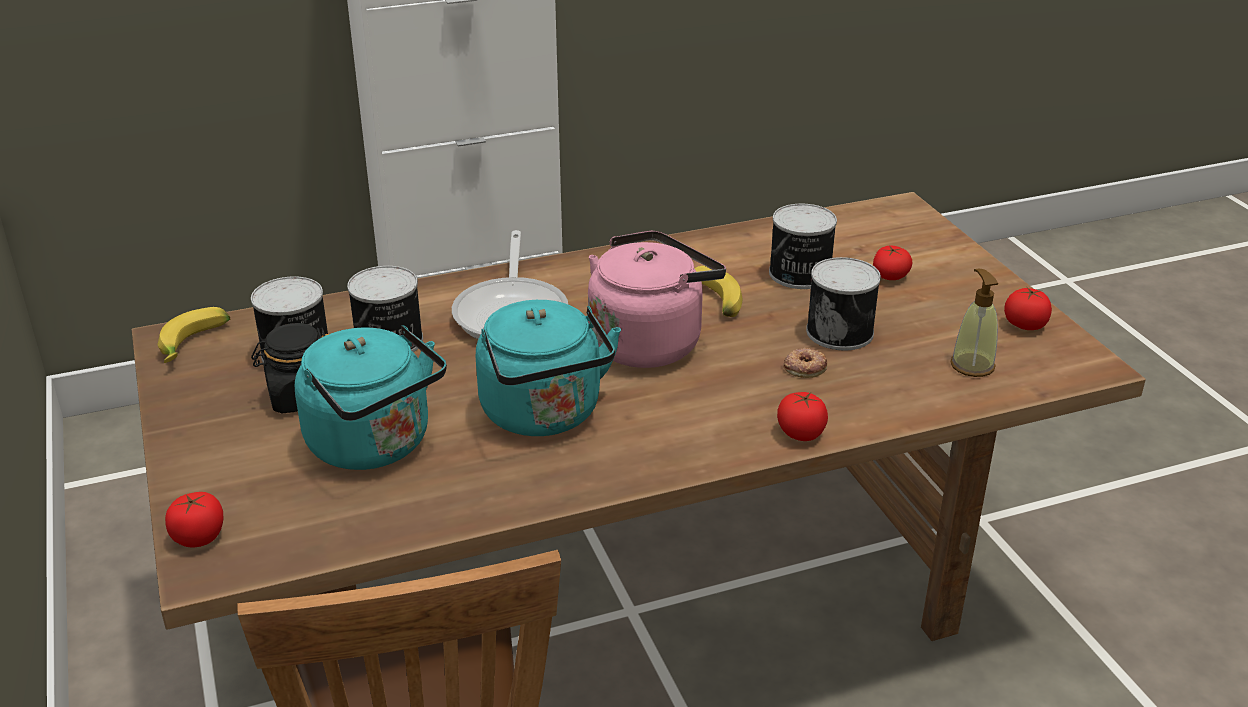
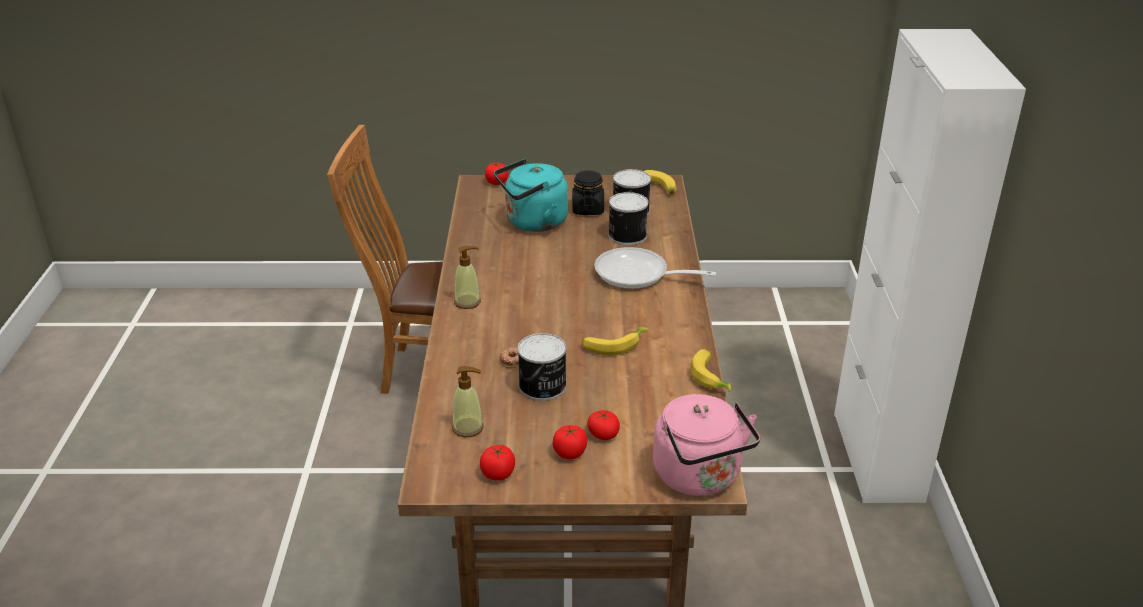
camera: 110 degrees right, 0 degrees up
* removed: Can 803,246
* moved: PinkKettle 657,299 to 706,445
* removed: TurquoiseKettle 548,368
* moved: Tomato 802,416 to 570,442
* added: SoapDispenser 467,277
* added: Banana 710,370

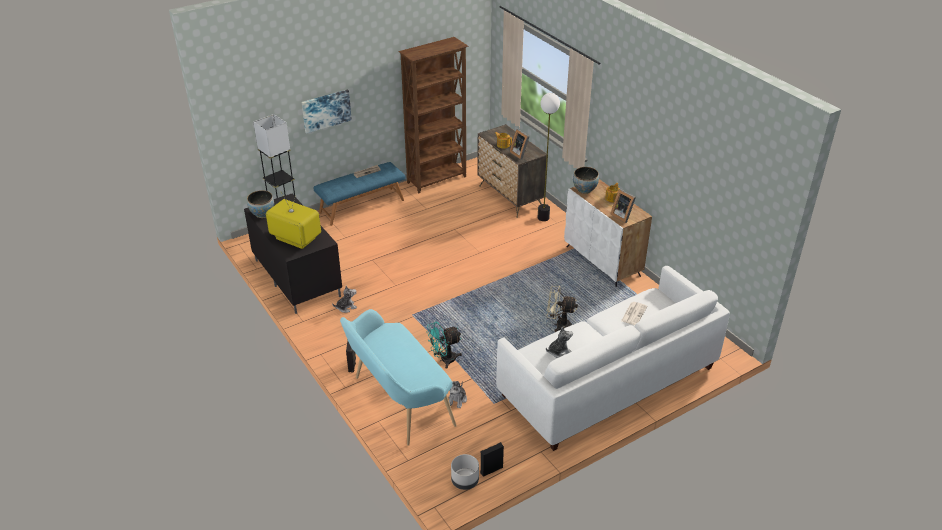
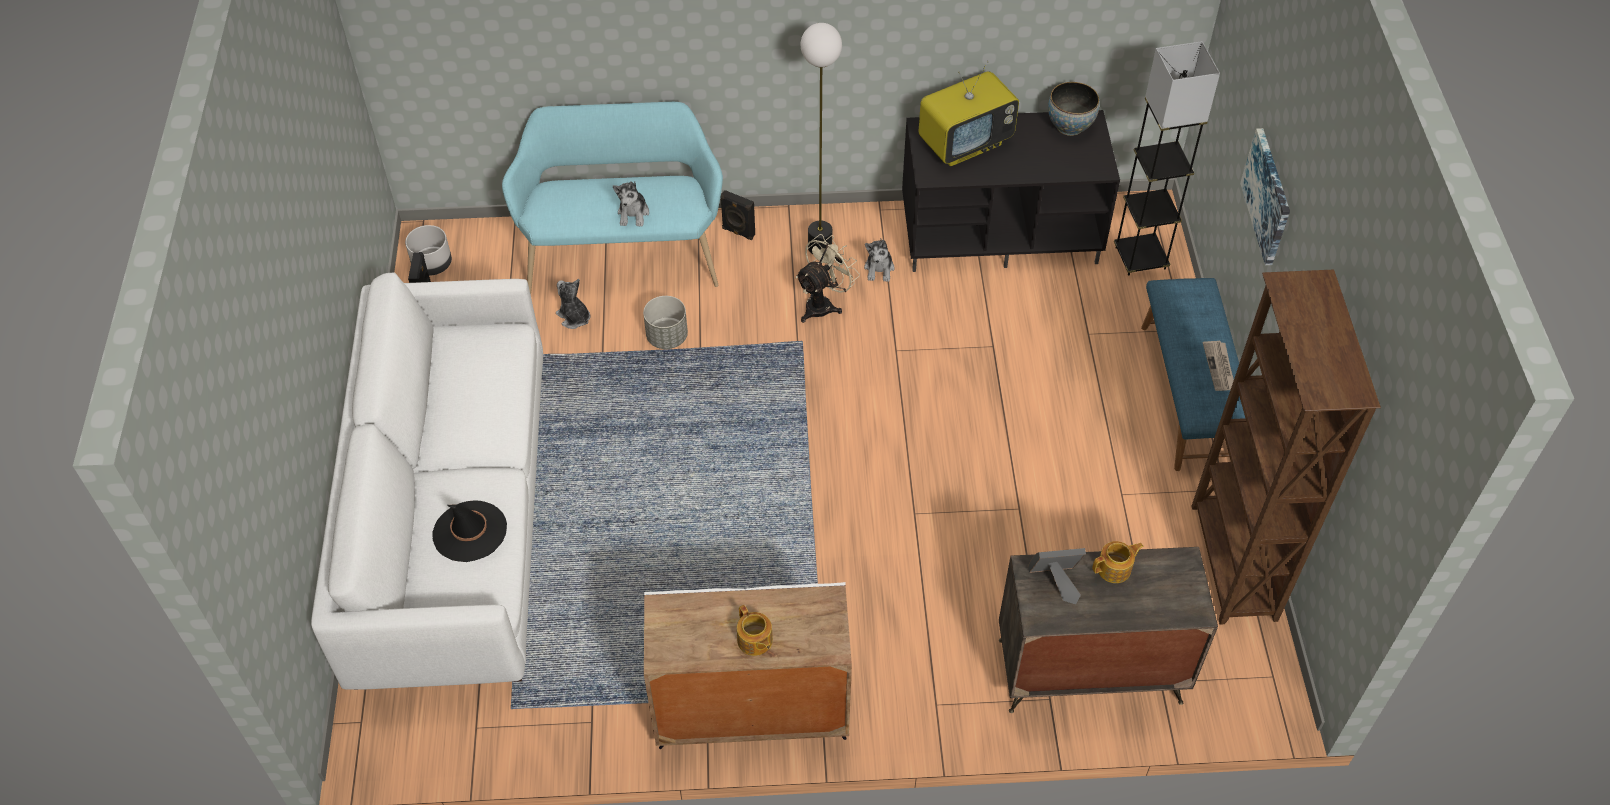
camera: 120 degrees right, 15 degrees up
* moved: FloorLamp 549,157 to 821,138
* removed: Bowl 586,180
* removed: PictureFrame 623,206
* moved: BeigeFan 562,309 to 827,278
* replaced: Newspaper 634,313 to BlackHat 469,531
* replaced: TurquoiseFan 444,345 to GreyPlanter 665,322
* moved: PlushToy 559,342 to 631,204

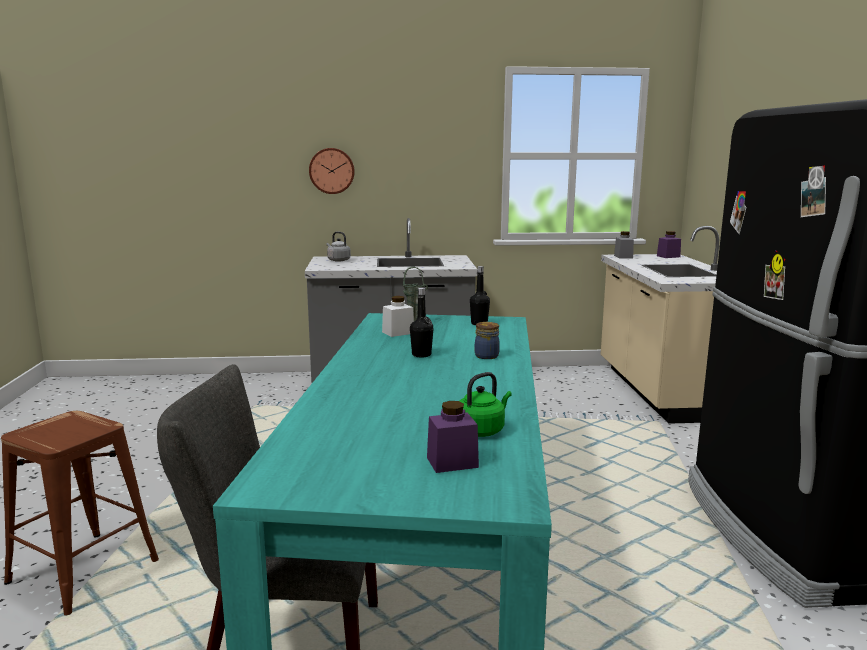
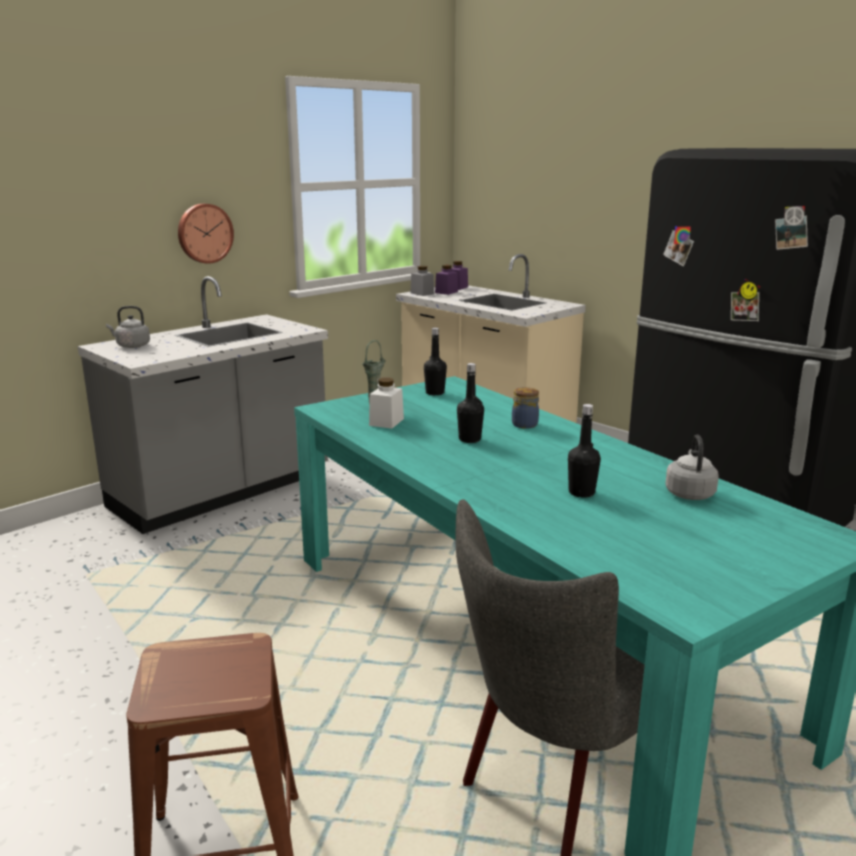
camera: 40 degrees left, 5 degrees up
* moved: WallClock 332,171 to 206,234
* recoloured: GreenKettle 485,404 to GreyKettle 692,467
* moved: PurpleJar 453,437 to 446,280
* added: BlackBottle 584,451

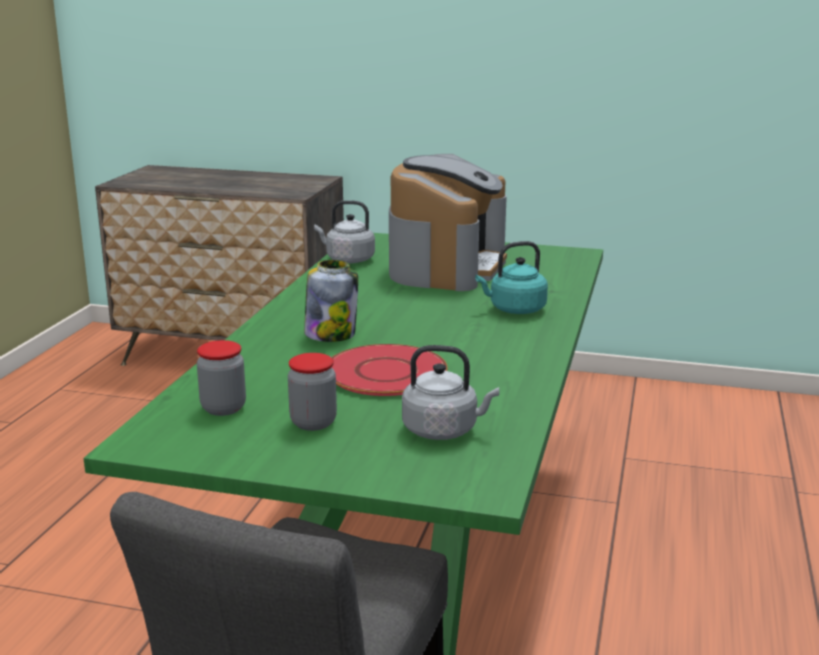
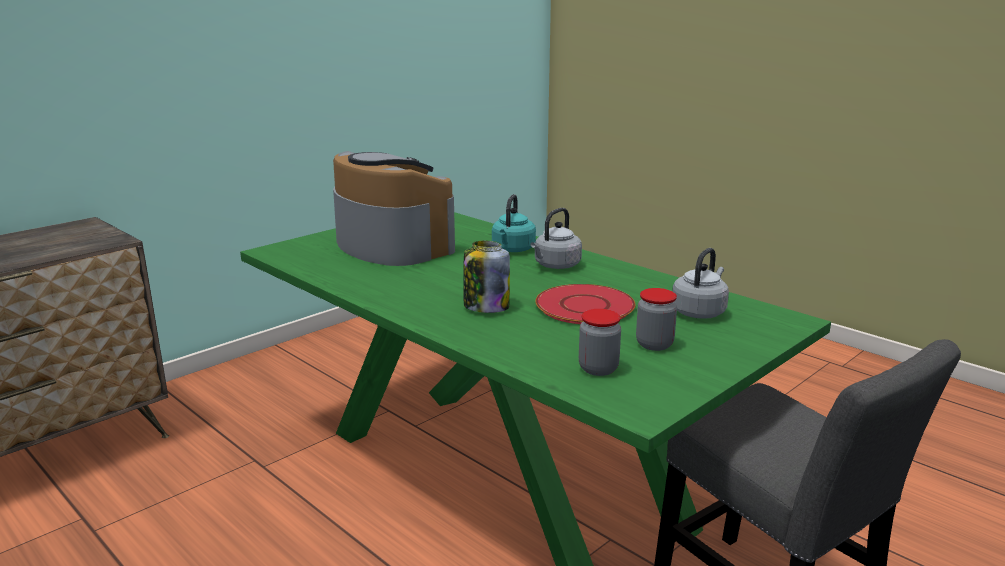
camera: 60 degrees left, 0 degrees up
* moved: GreyKettle 344,231 to 556,238

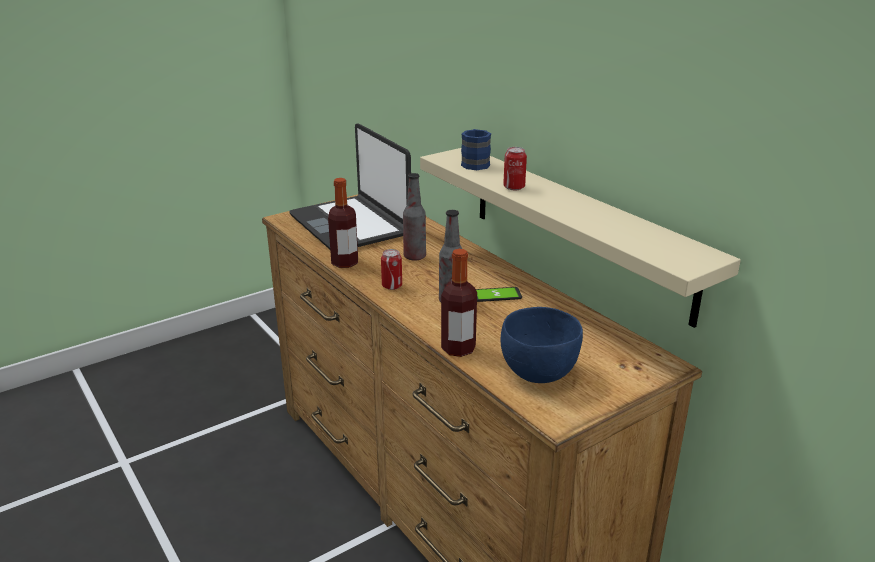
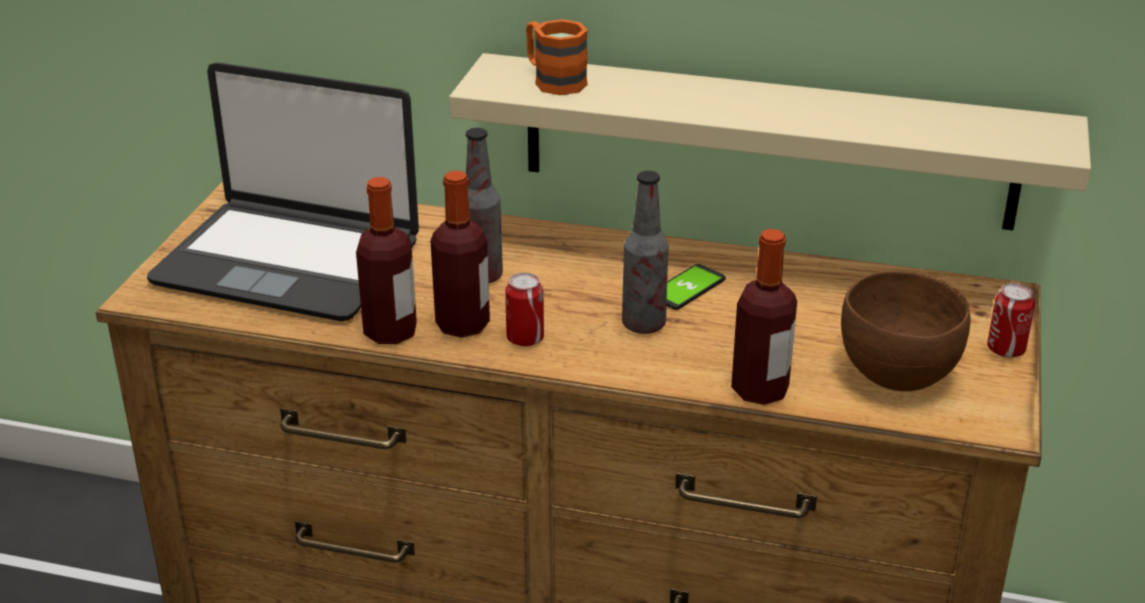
camera: 40 degrees left, 5 degrees up
* recoloured: BlueMug 476,149 to OrangeMug 557,57
* moved: Can 515,168 to 1011,320
* recoloured: BlueBowl 541,345 to BrownBowl 905,331
* added: Bottle 460,254

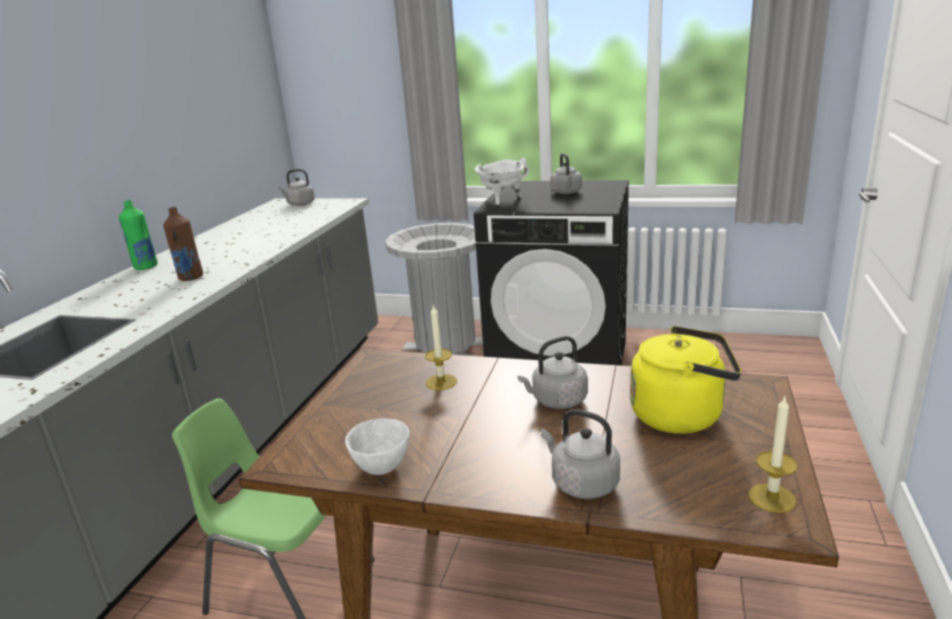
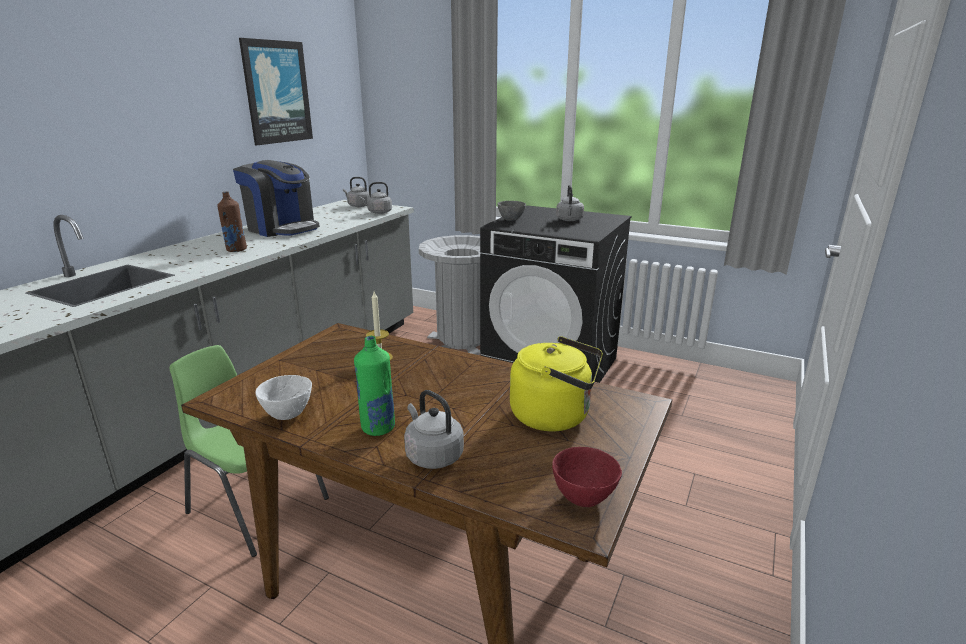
camera: 10 degrees right, 0 degrees up
* replaced: WhiteCookingPot 501,181 to GreyBowl 512,211
* moved: GreenBottle 138,235 to 374,386
* moved: GreyKettle 553,372 to 376,198
* replaced: Candle 773,455 to RedBowl 587,477
* added: Picture 276,91
* added: CoffeeMachine 276,198

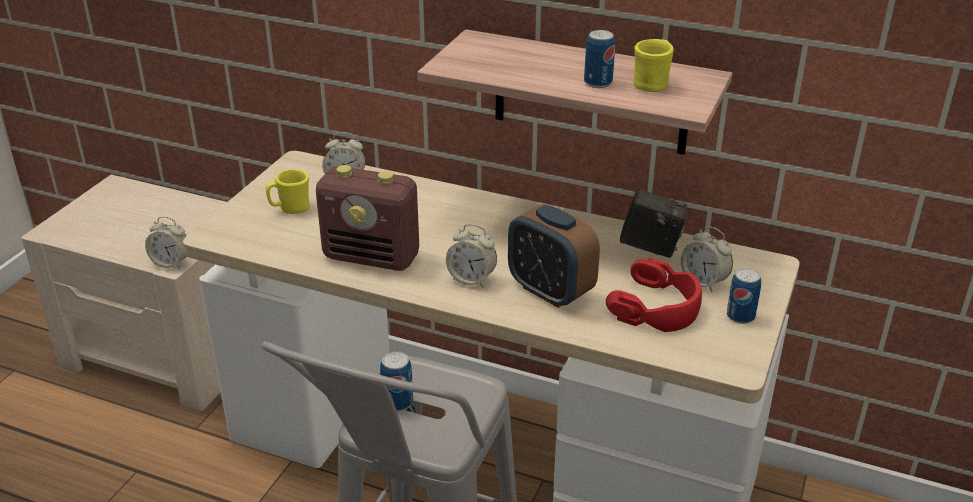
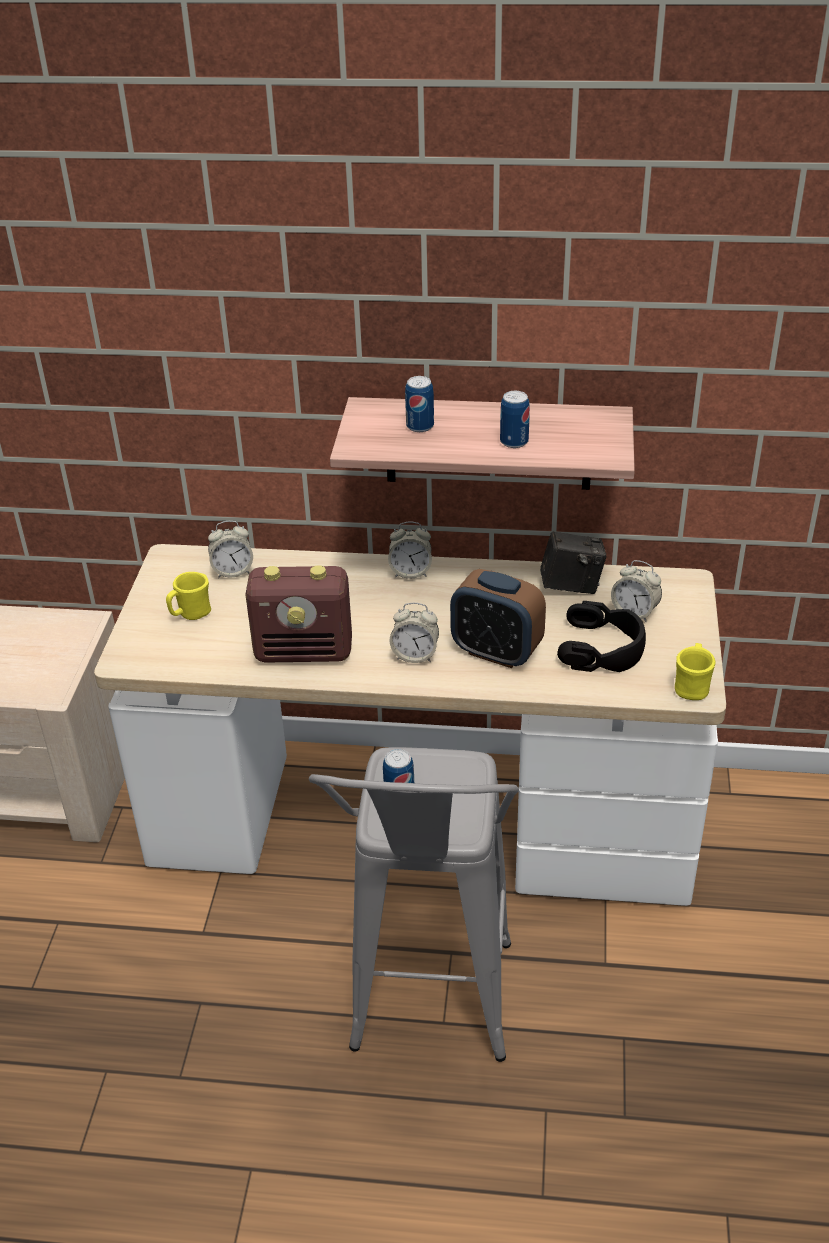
camera: 15 degrees left, 5 degrees up
* moved: YellowMug 653,65 to 695,671
* moved: AlarmClock 165,243 to 410,550
* recoloured: RedHeadphones 654,295 to BlackHeadphones 601,636
* moved: Can 744,296 to 419,404

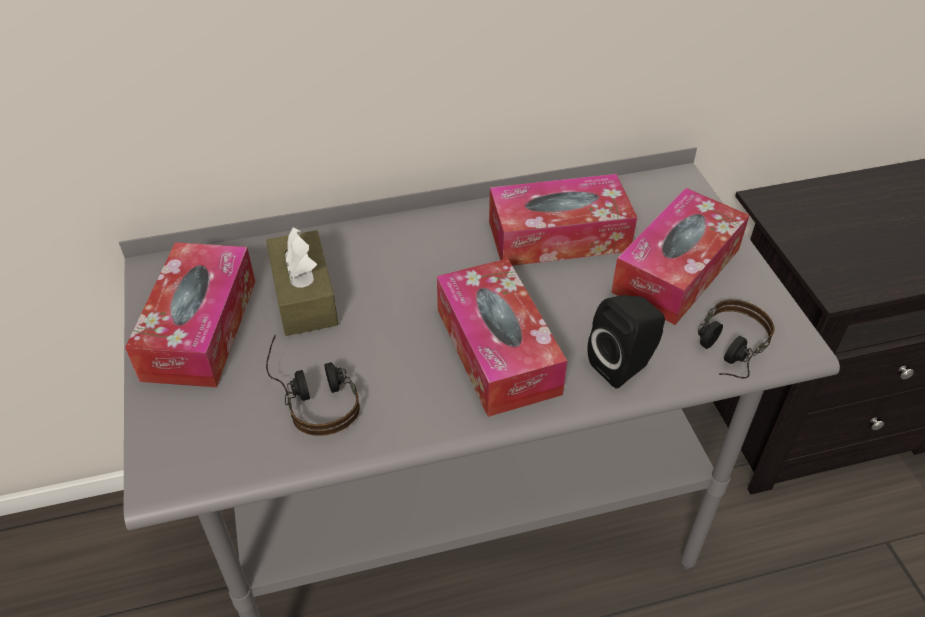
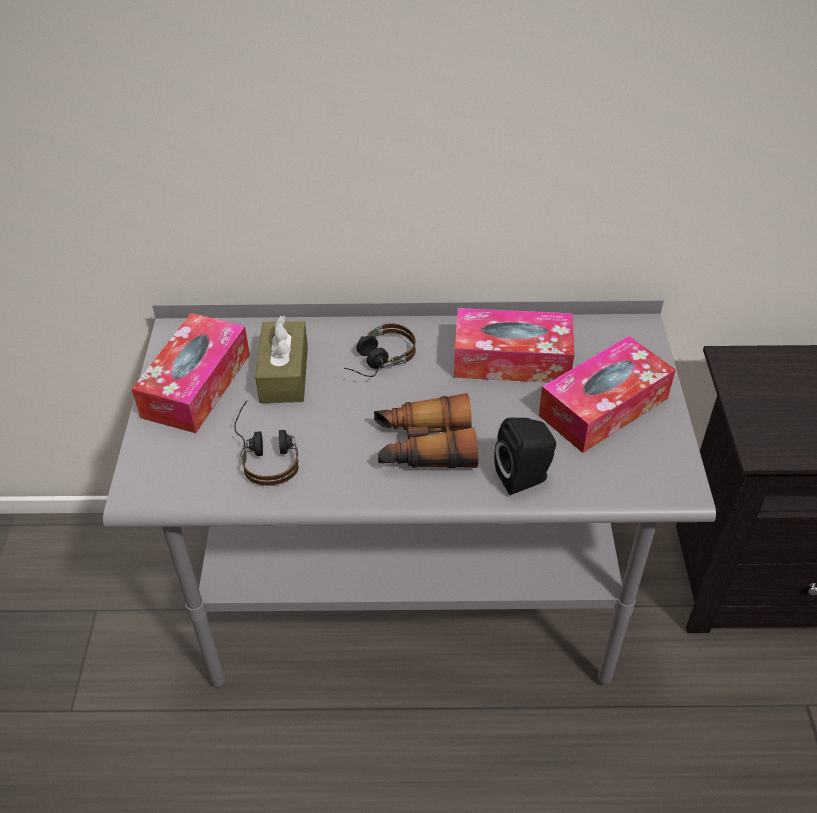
camera: 15 degrees right, 0 degrees up
* replaced: TissueBox 502,337 to Binoculars 426,430
* moved: Headphones 736,339 to 380,350

